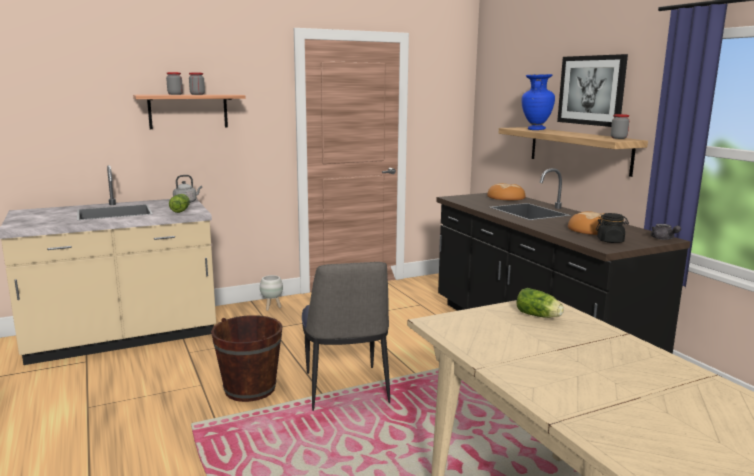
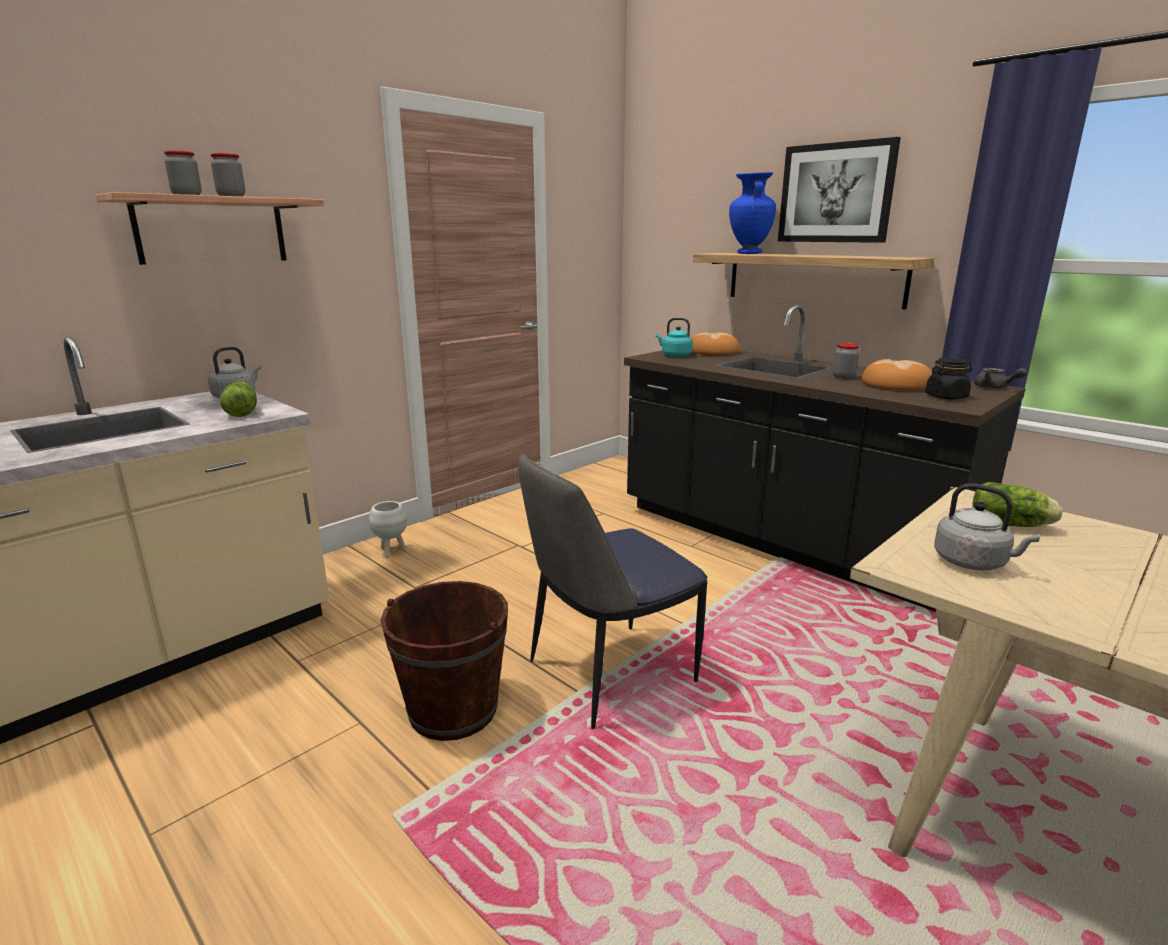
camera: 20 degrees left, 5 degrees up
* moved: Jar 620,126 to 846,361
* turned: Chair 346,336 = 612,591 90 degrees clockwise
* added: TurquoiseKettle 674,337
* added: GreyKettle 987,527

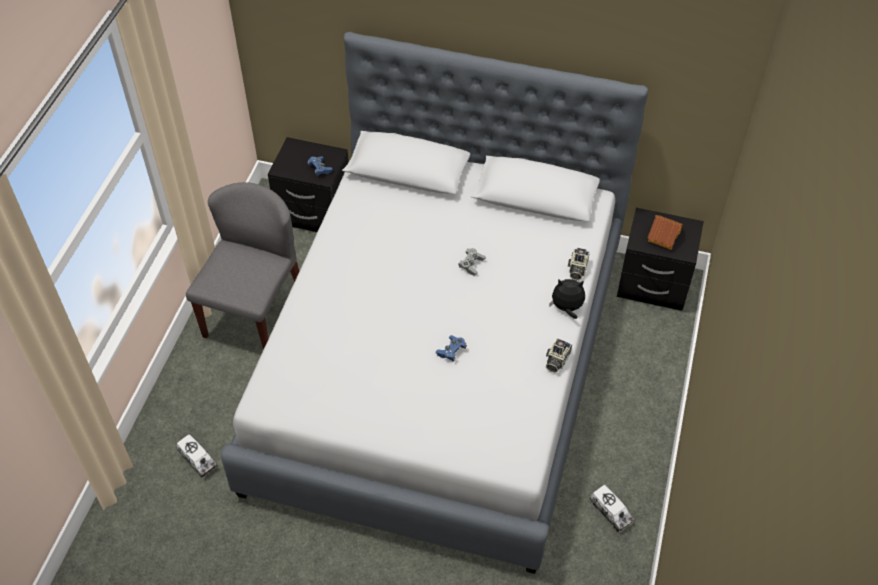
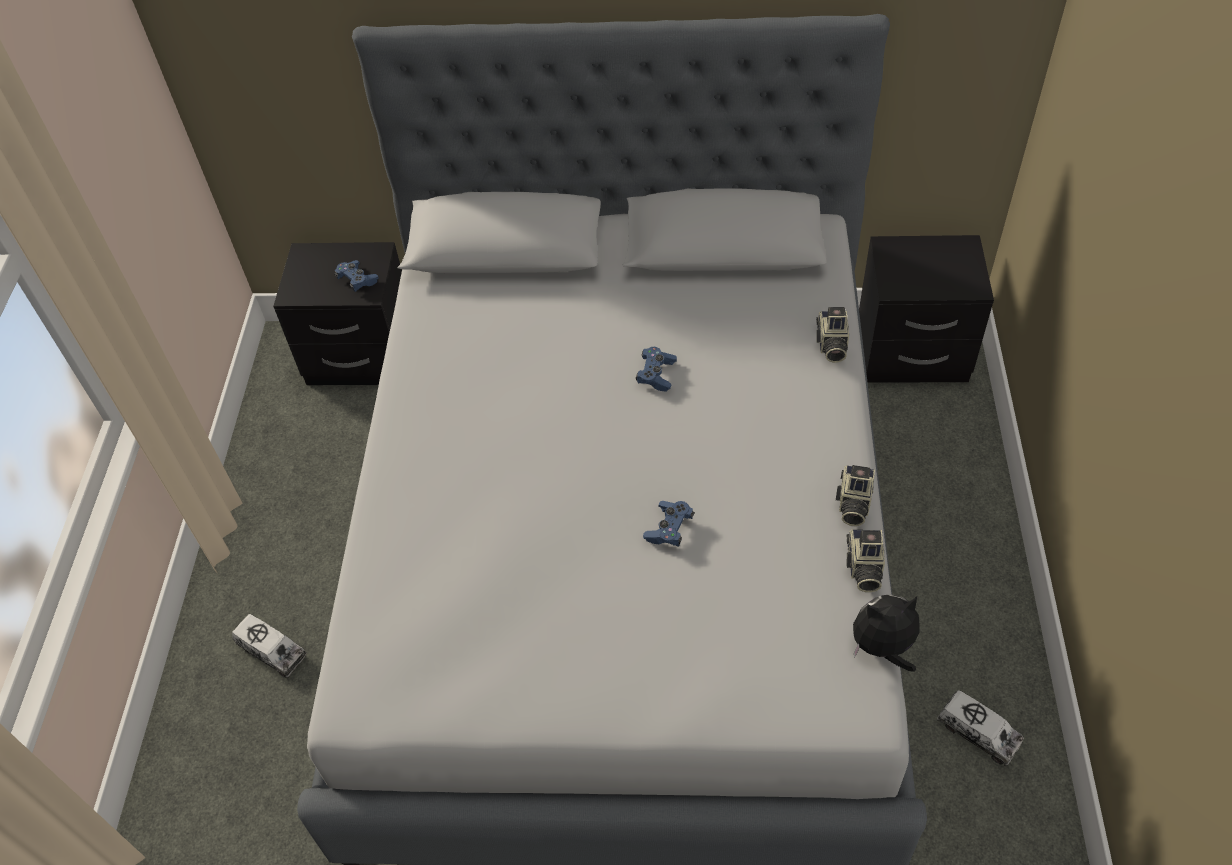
camera: 10 degrees left, 0 degrees up
* removed: GreyChair 242,266
* removed: ToyHouse 666,232
* recoloured: GreyGameController 472,262 to BlueGameController 656,369
* moved: PlushToy 567,299 to 886,633
* moved: ToyTruck 197,456 to 269,646
* added: PhotoCamera 866,560

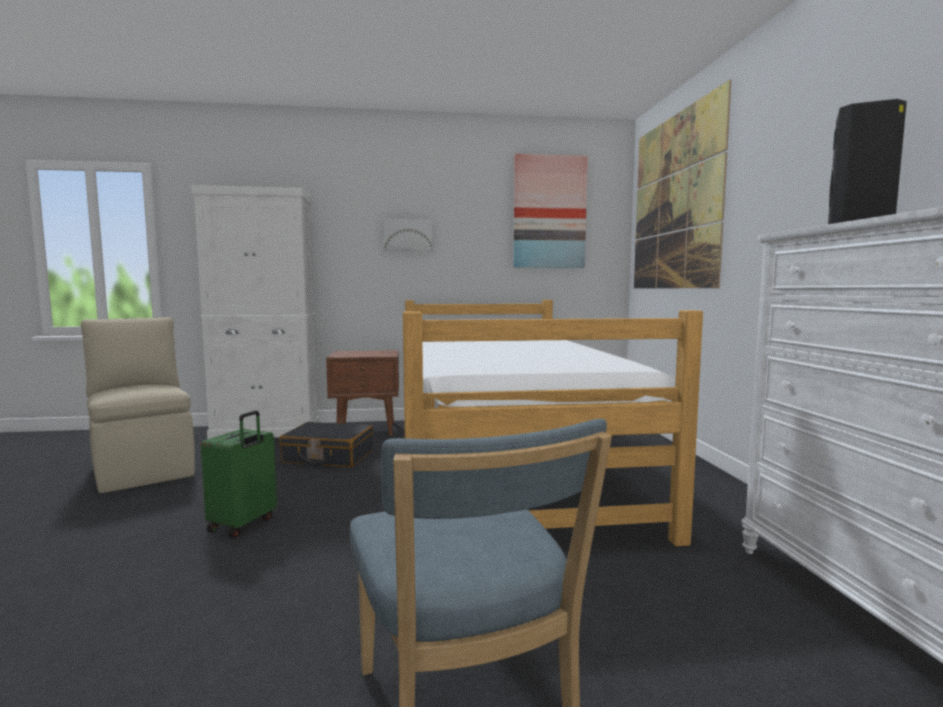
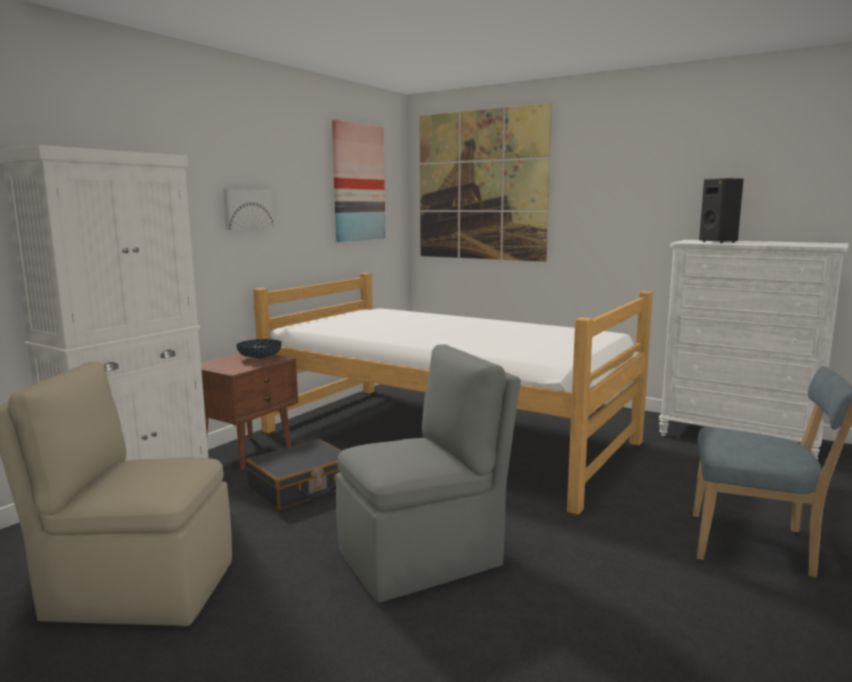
camera: 50 degrees left, 5 degrees up
* replaced: GreenSuitcase 239,474 to GreyChair 428,474
* added: Bowl 259,349

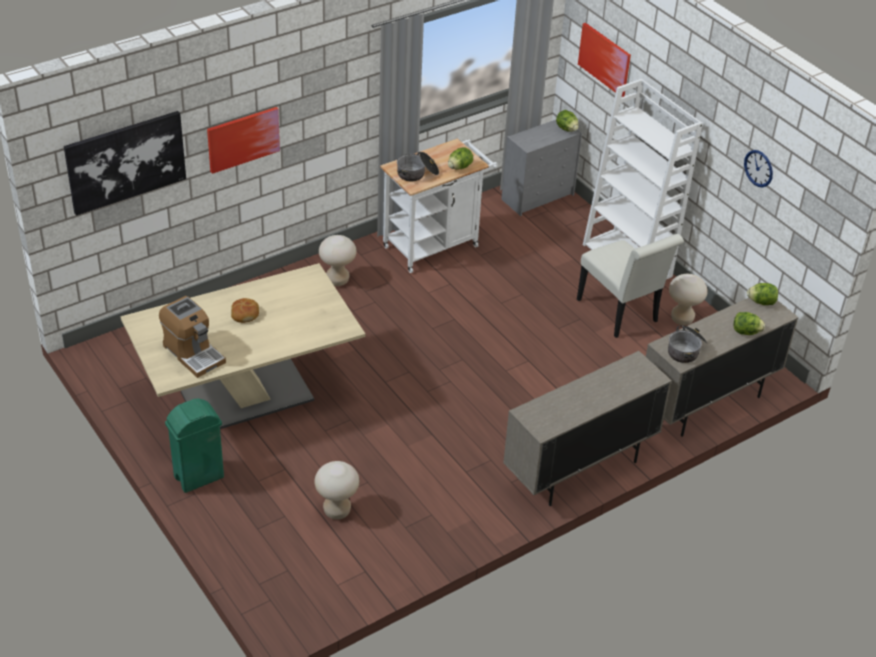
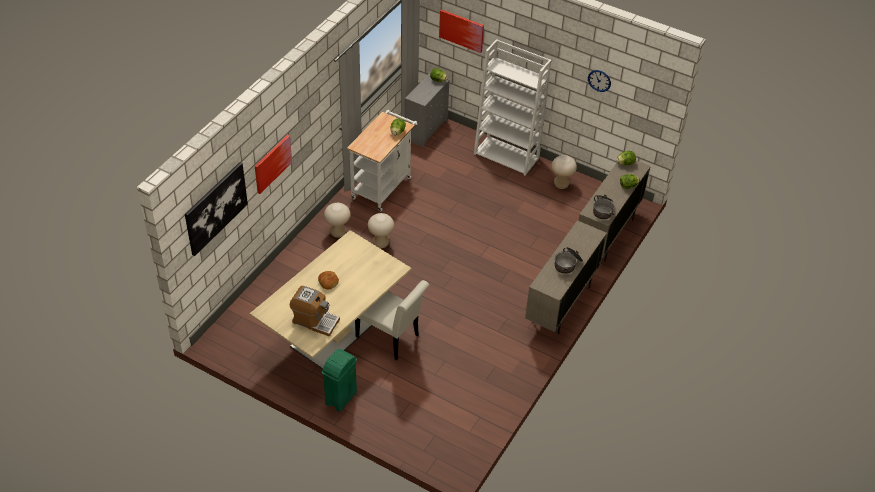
camera: 25 degrees left, 5 degrees up
* moved: CookingPot 418,167 to 569,260
* moved: WhiteChair 630,286 to 392,320
* moved: BeigeStool 336,490 to 381,230

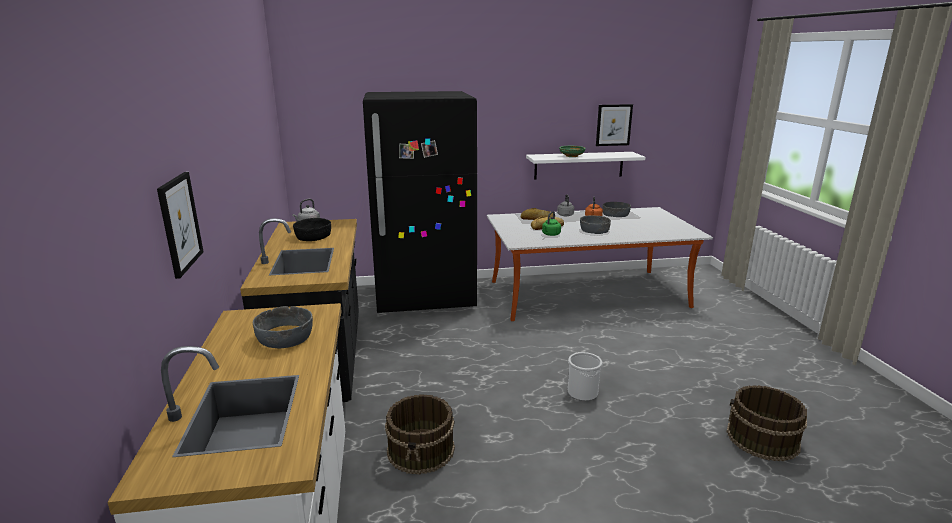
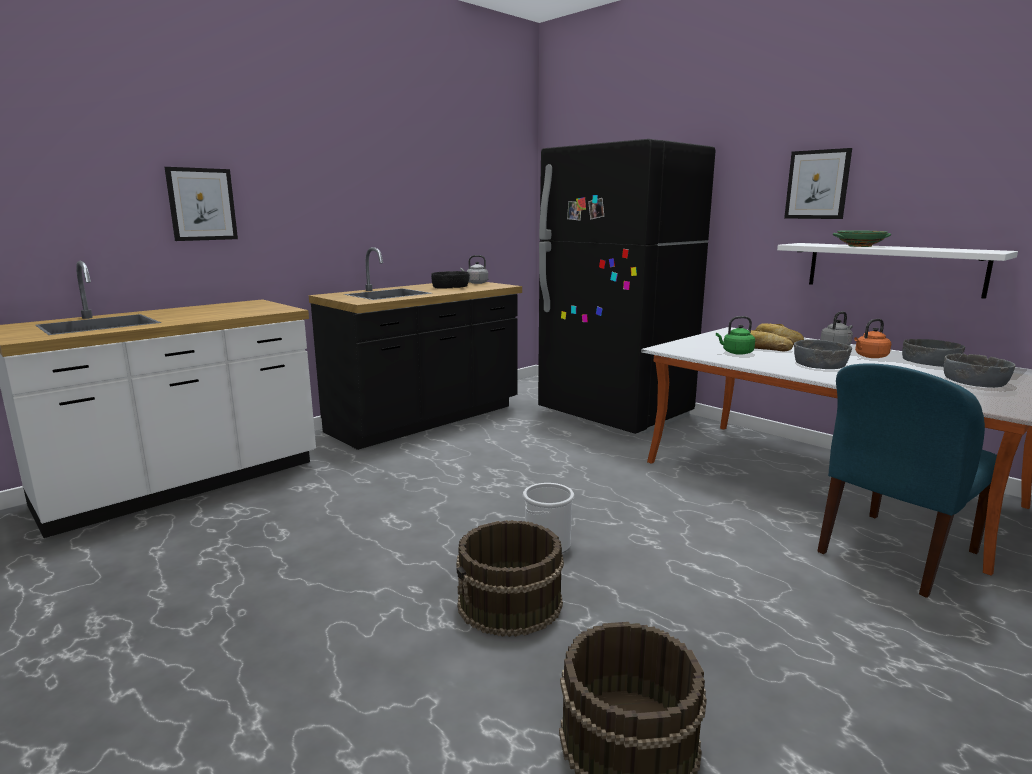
camera: 55 degrees right, 5 degrees down
* moved: Picture 614,125 to 818,183
* moved: GreyBowl 283,327 to 979,371
* moved: BrownBucket 420,434 to 510,578
* added: BlueChair 907,481

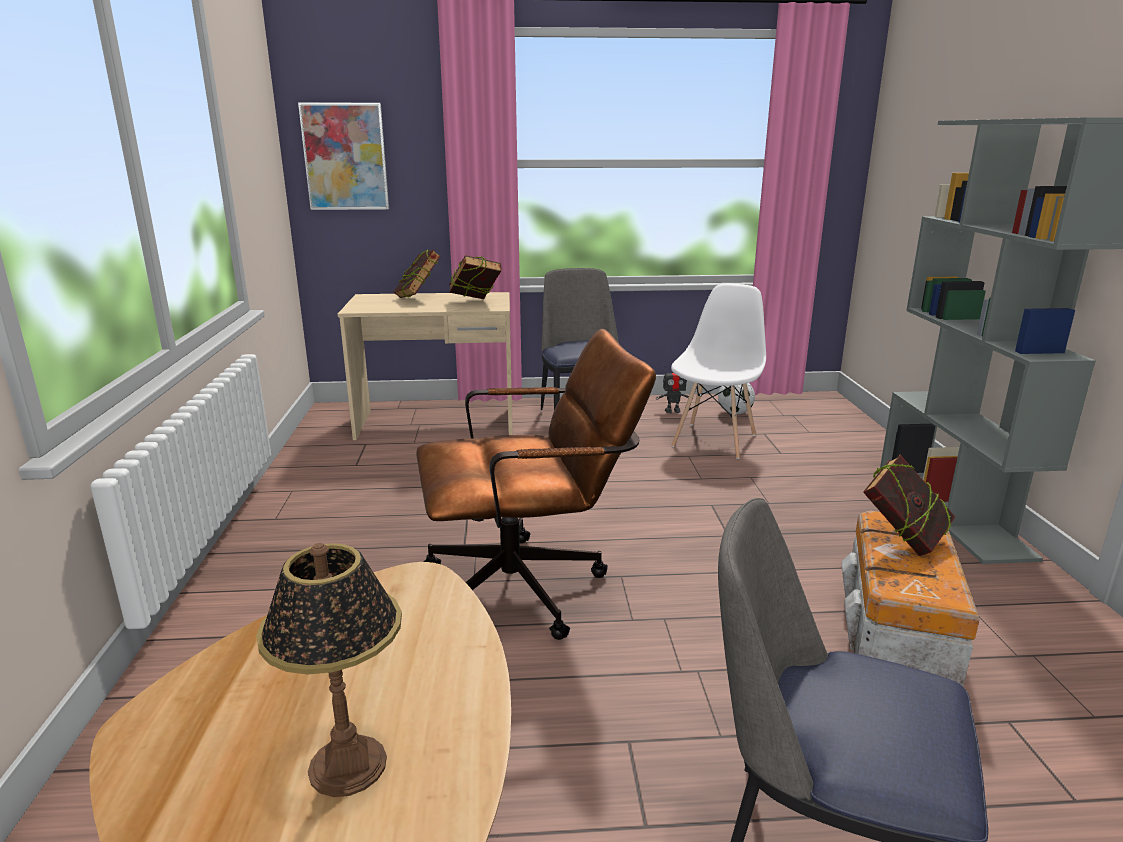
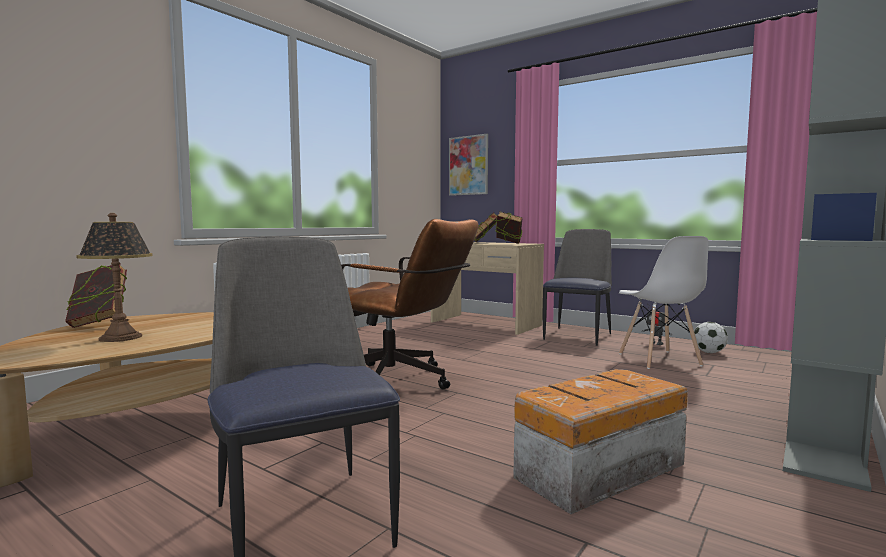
camera: 40 degrees right, 15 degrees down
* turned: WhiteChair 718,371 = 664,302 105 degrees clockwise
* moved: Book 909,505 to 96,295

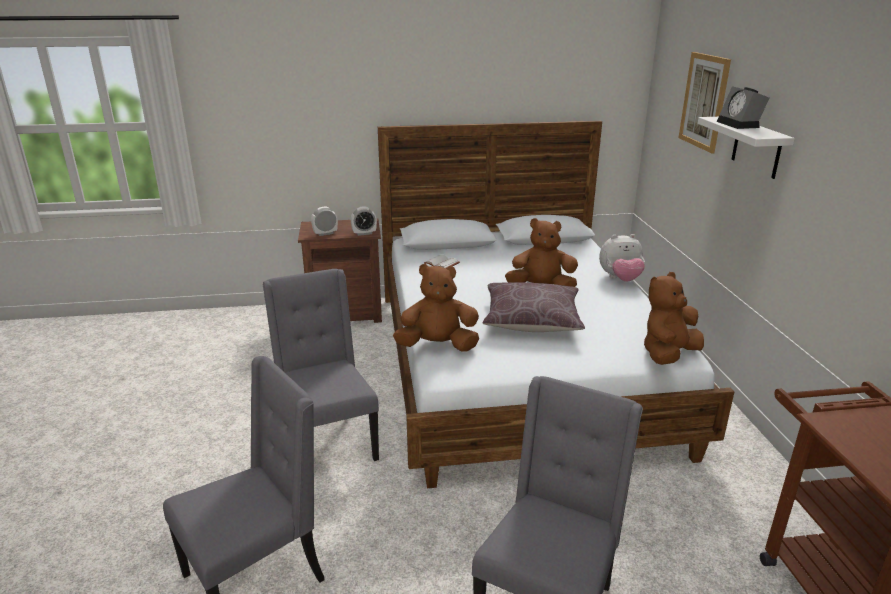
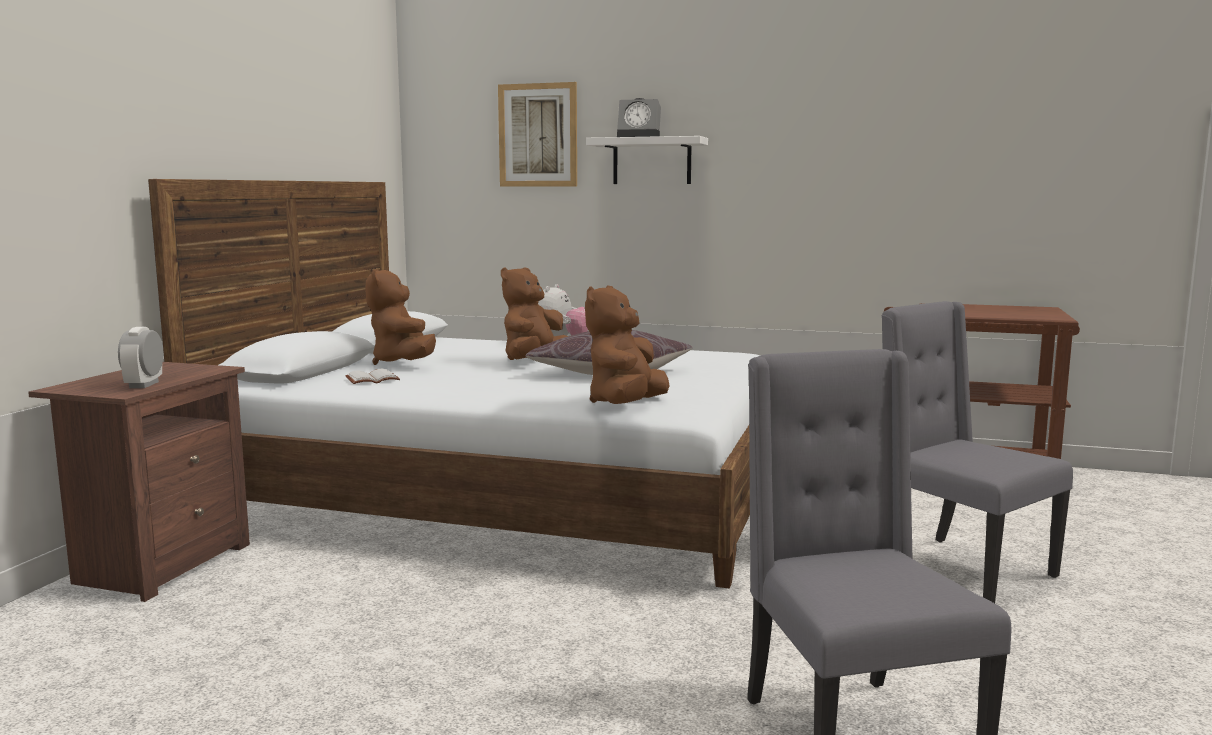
camera: 65 degrees left, 15 degrees down
* removed: AlarmClock 364,221
* removed: GreyChair 321,365
* moved: BrownPlushToy 674,318 to 400,317

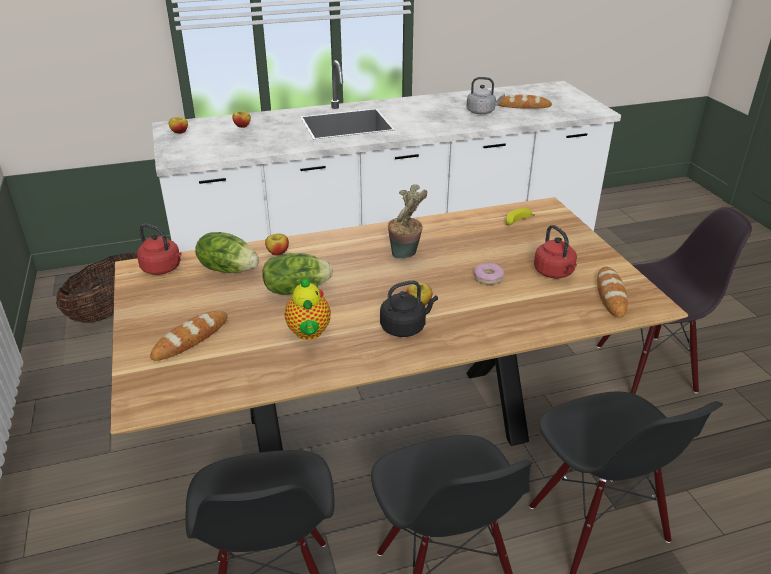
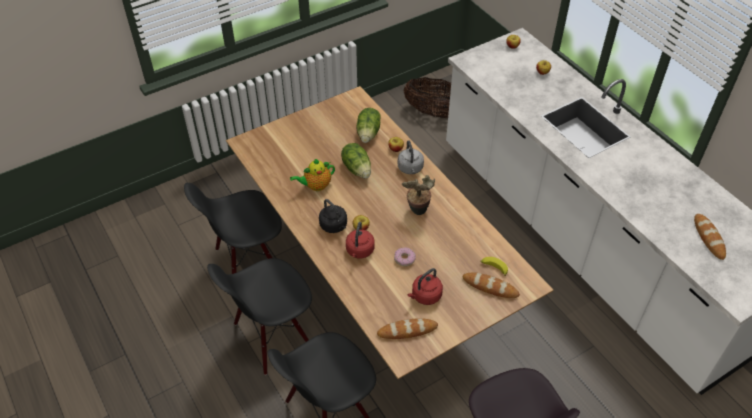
camera: 75 degrees right, 15 degrees up
* moved: GreyKettle 485,95 to 411,157
* moved: RedKettle 159,249 to 360,240
* moved: Bread 188,336 to 491,285

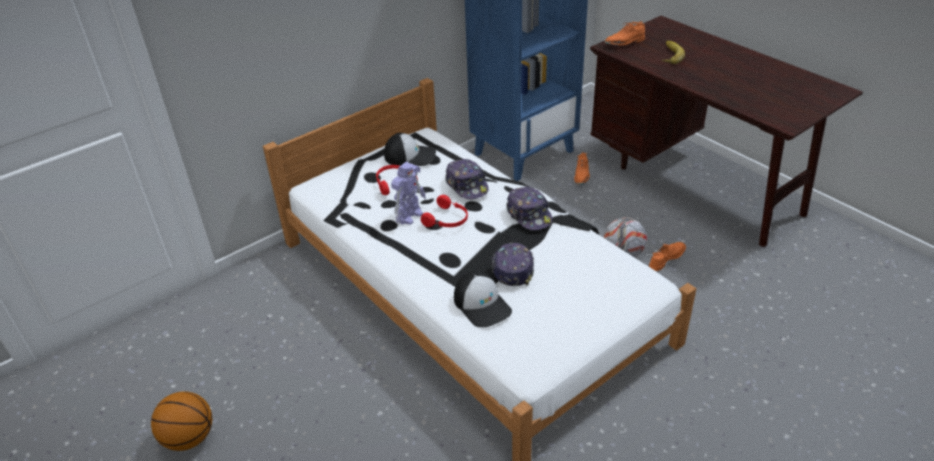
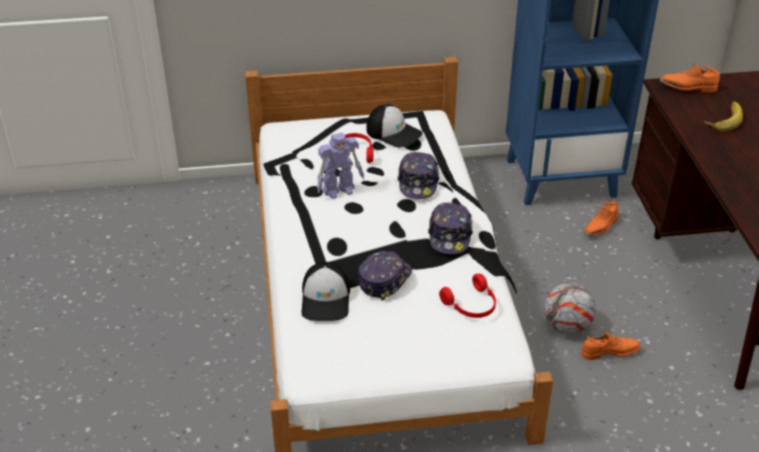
camera: 30 degrees right, 0 degrees up
* moved: RedHeadphones 444,211 to 467,296
* removed: Basketball 181,421

